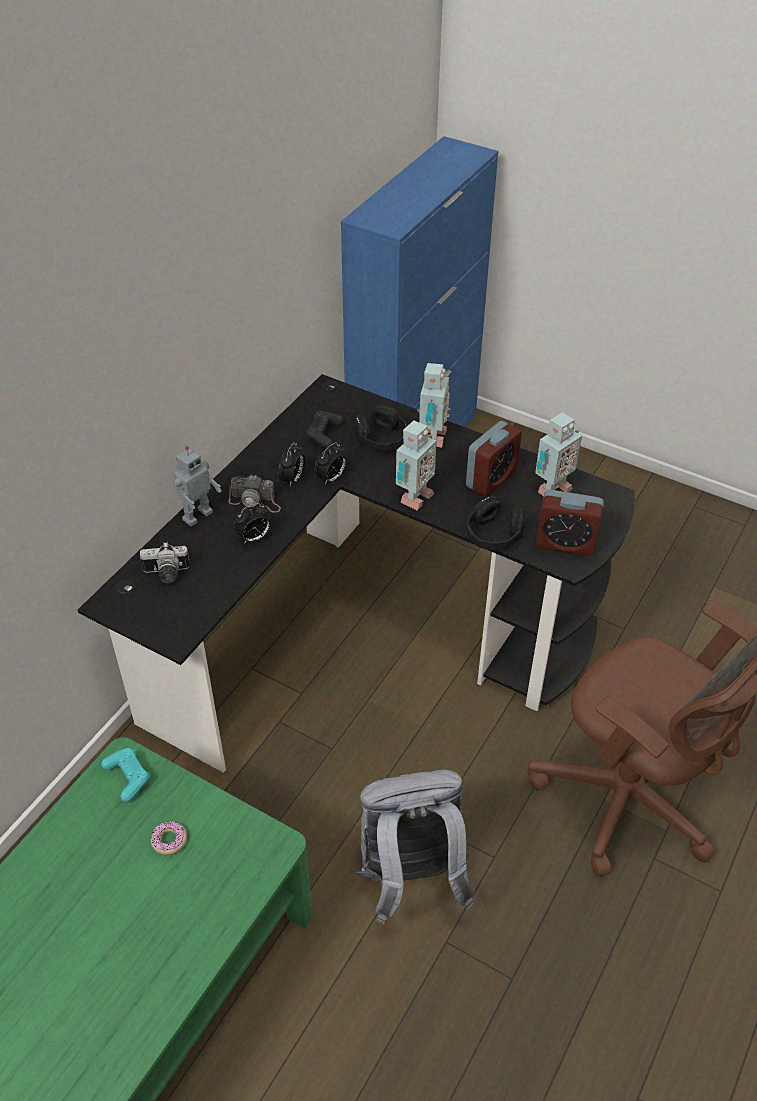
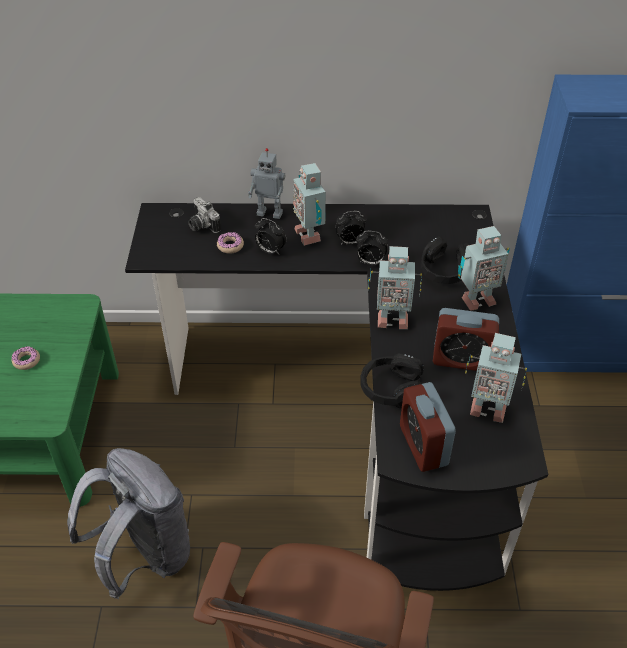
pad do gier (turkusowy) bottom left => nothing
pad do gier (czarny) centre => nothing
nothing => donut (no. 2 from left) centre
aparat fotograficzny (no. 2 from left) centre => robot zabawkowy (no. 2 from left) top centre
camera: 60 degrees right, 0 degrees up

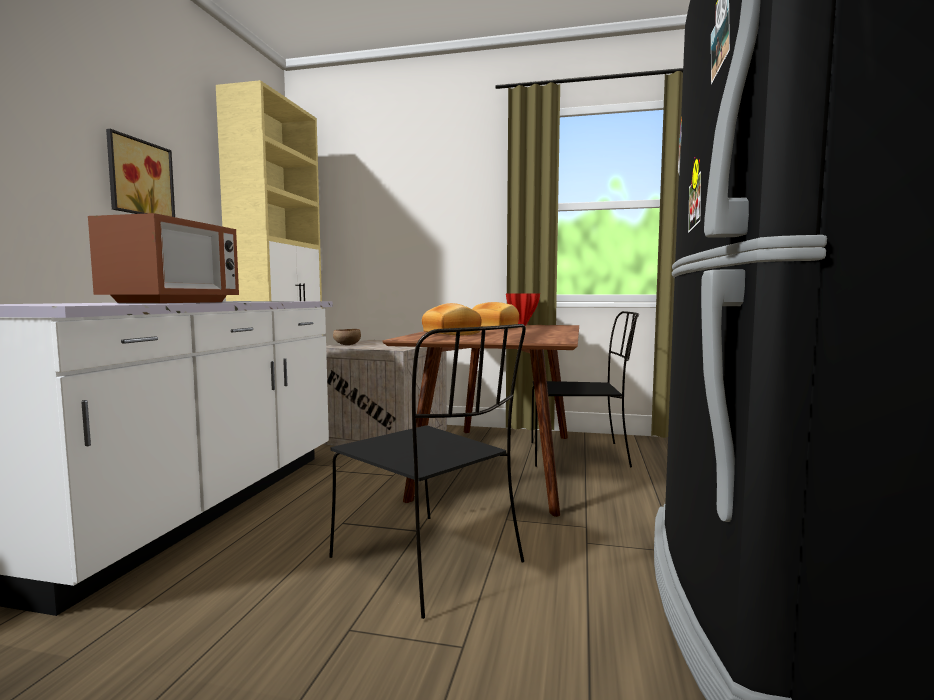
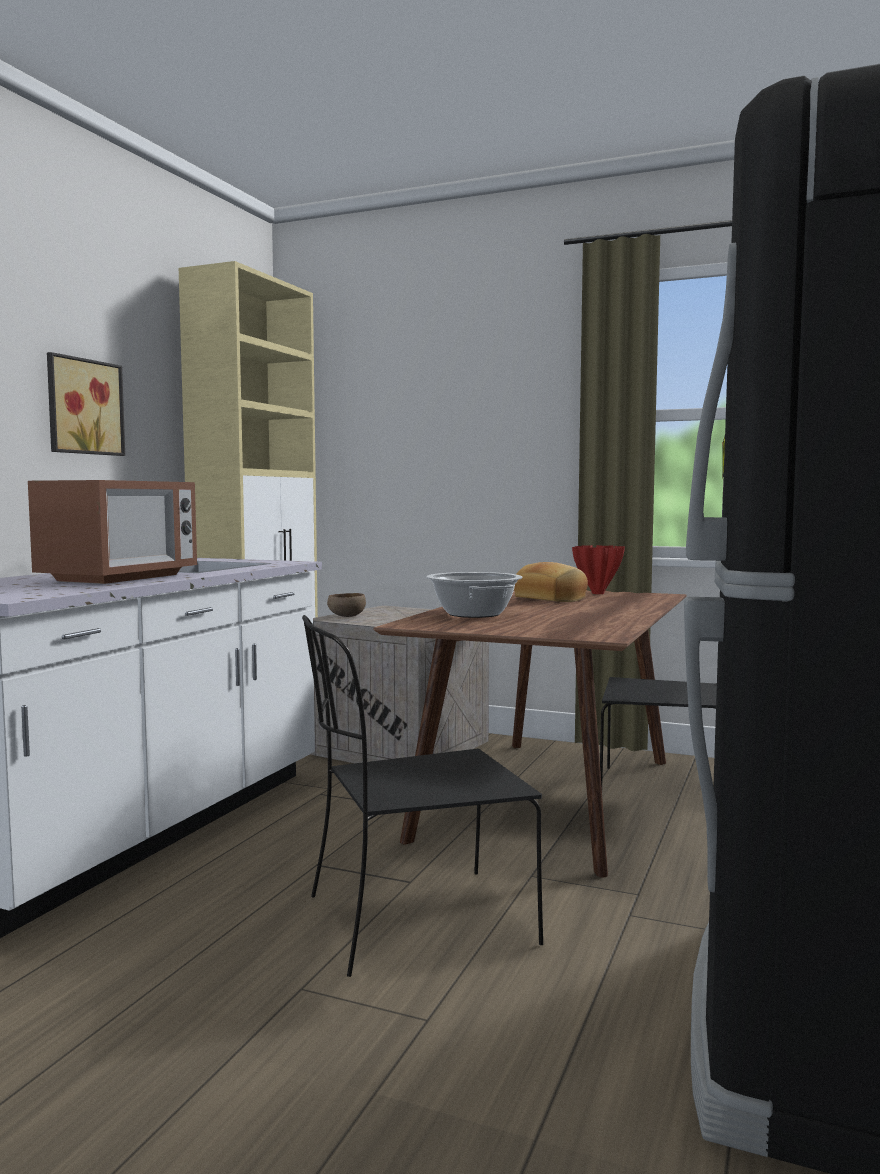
chleb (no. 1 from left) centre => garnek centre
krzesło (czarny) (no. 1 from left) bottom centre, 105 degrees clockwise
camera: 10 degrees right, 0 degrees up

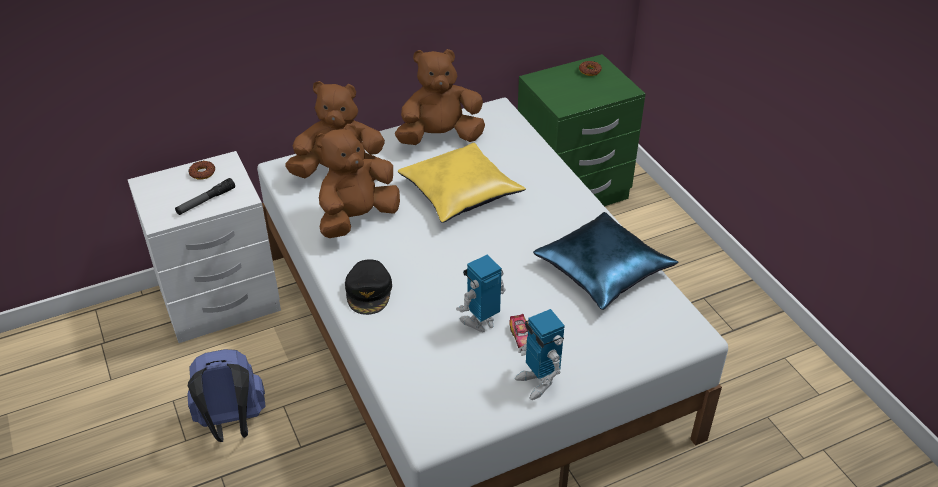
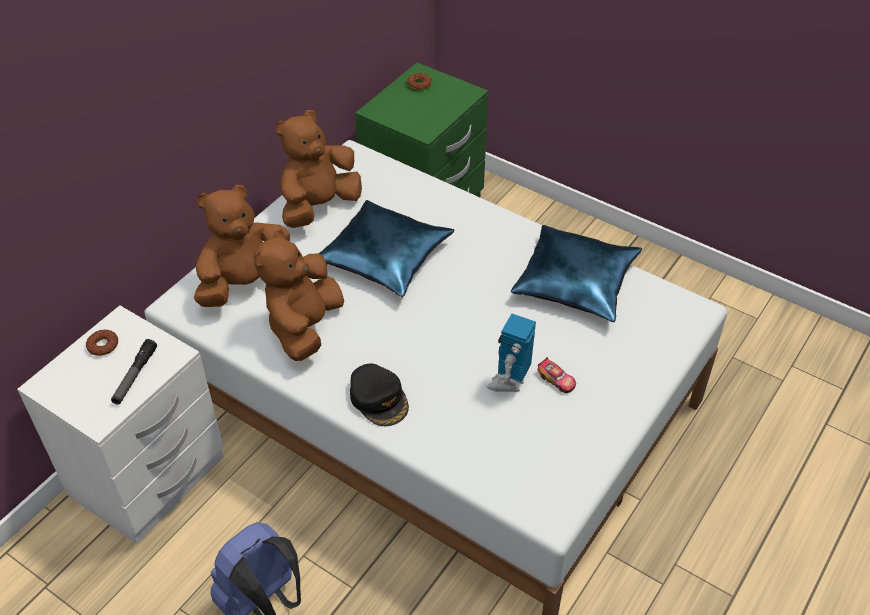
robot zabawkowy (no. 2 from left) bottom centre => nothing
poduszka (żółty) centre => poduszka (niebieski) (no. 1 from left) centre
camera: 30 degrees left, 5 degrees up

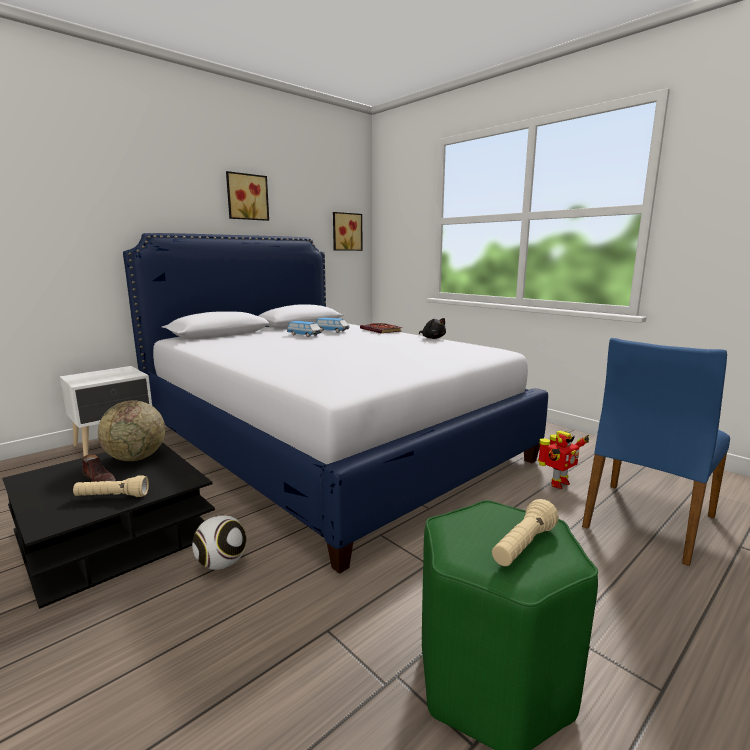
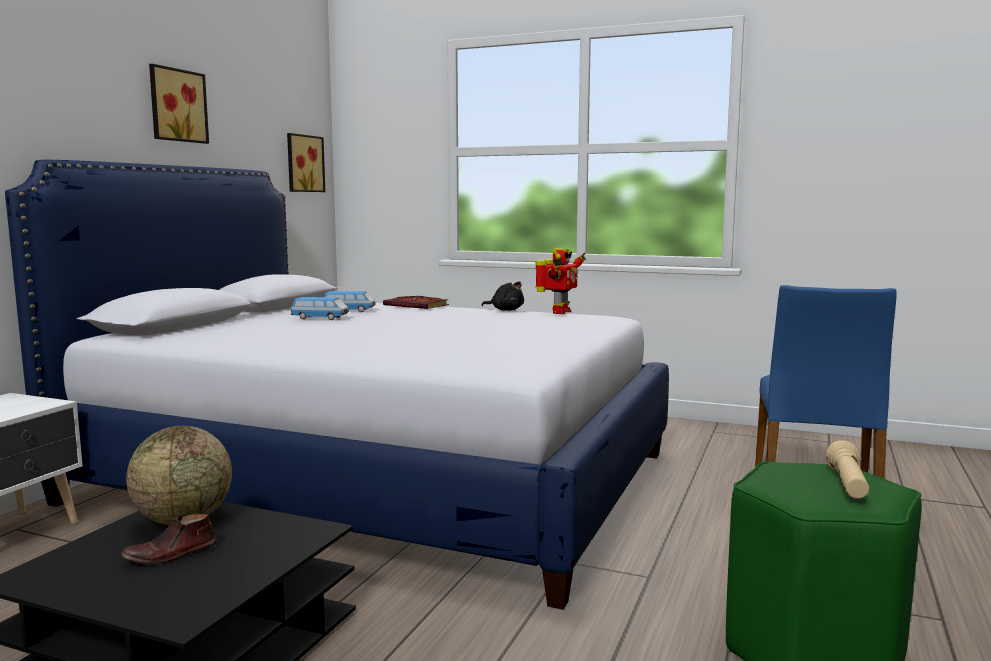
latarka (beżowy) (no. 1 from left) middle left => nothing
piłka futbolowa bottom left => nothing
robot zabawkowy middle right => robot zabawkowy centre, shifted
but (brązowy) middle left => but (brązowy) bottom left, 135 degrees clockwise
camera: 25 degrees left, 5 degrees down

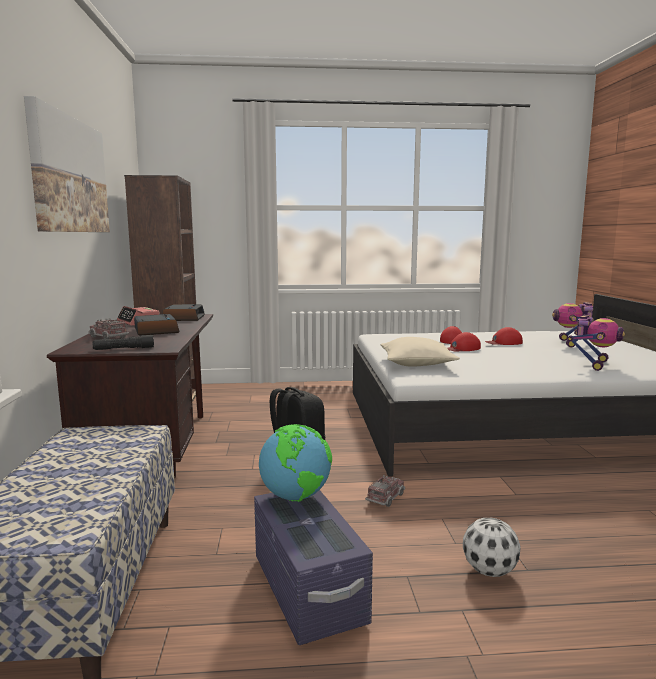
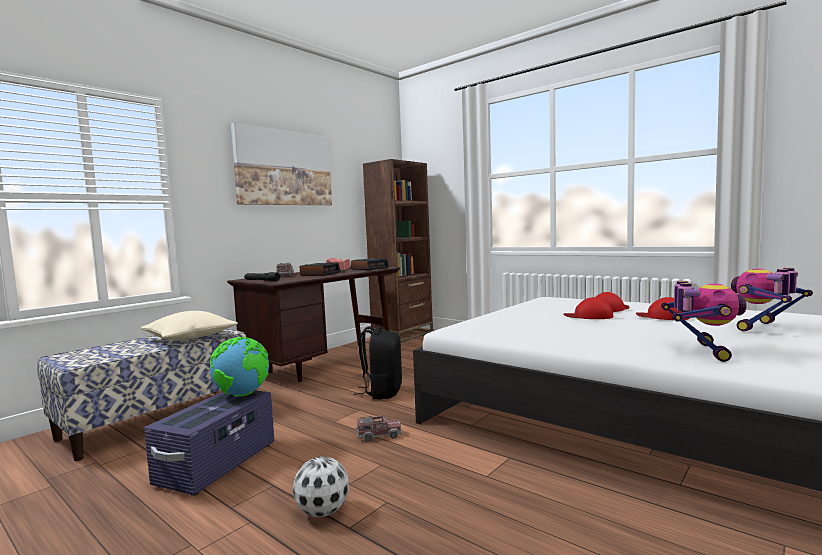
poduszka (beżowy) centre => poduszka (beżowy) middle left, shifted
robot zabawkowy (no. 2 from left in the first image) middle right => robot zabawkowy (no. 1 from left) middle right, 60 degrees counterclockwise
camera: 45 degrees right, 5 degrees down

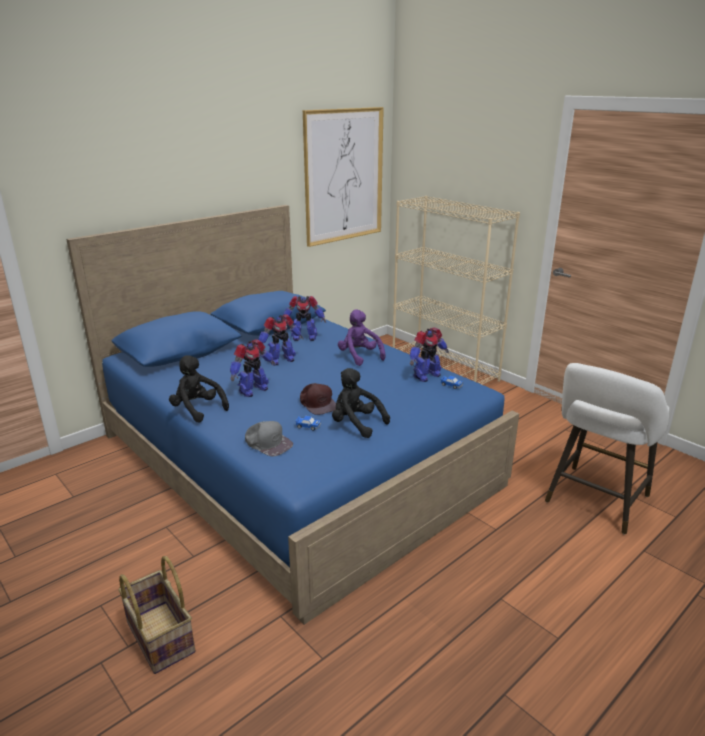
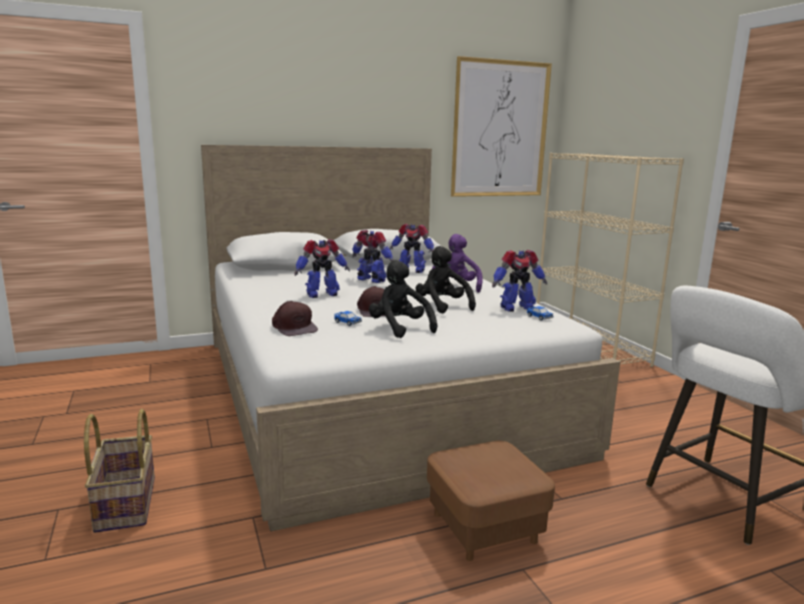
nothing => pufa (brązowy) bottom centre
pluszak (czarny) (no. 1 from left in the first image) middle left => pluszak (czarny) (no. 2 from left) centre, shifted
łóżko (niebieski) centre => łóżko (biały) centre
czapka z daszkiem (szary) centre => czapka z daszkiem (brązowy) (no. 1 from left) centre
robot zabawkowy (no. 2 from left) centre, 135 degrees counterclockwise
camera: 20 degrees right, 10 degrees down

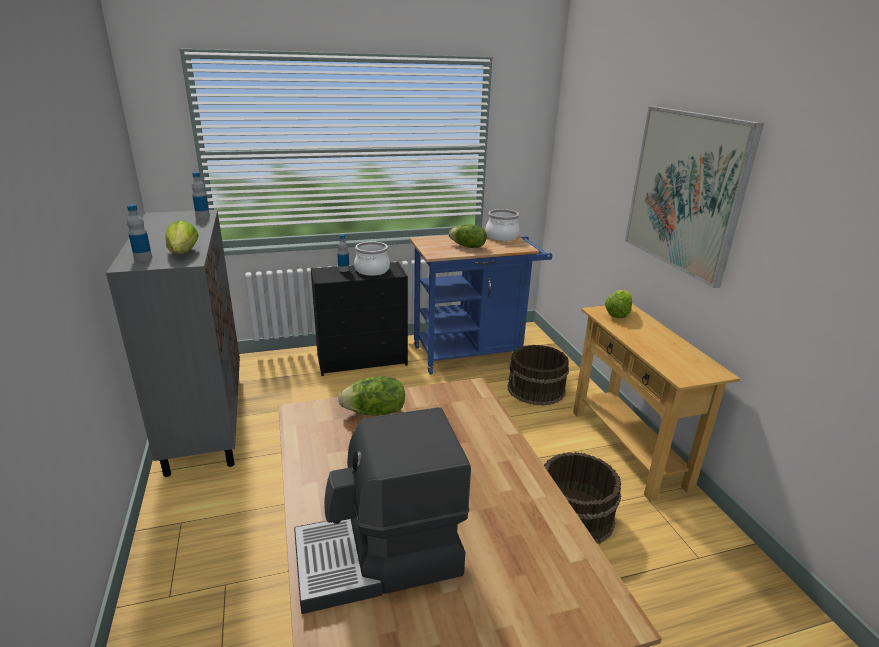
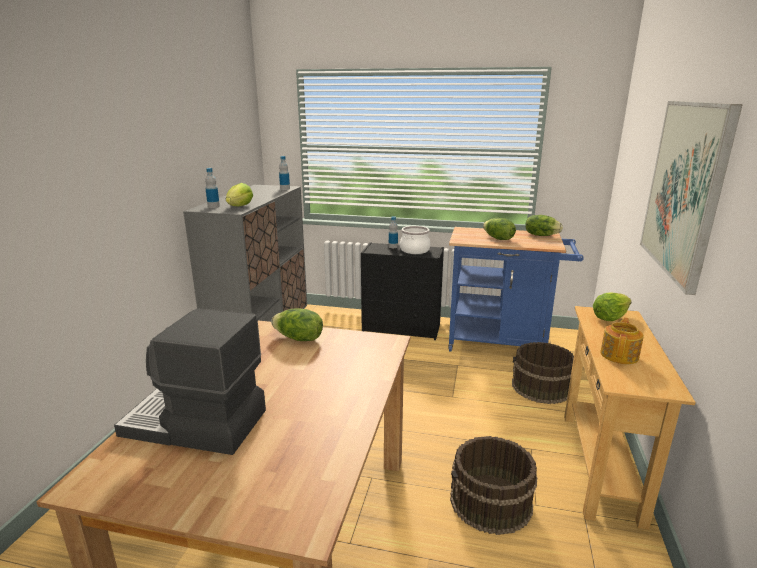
nothing => imbryk middle right
garnek (no. 2 from left) centre => sałata (no. 4 from left) middle right
camera: 30 degrees right, 5 degrees down

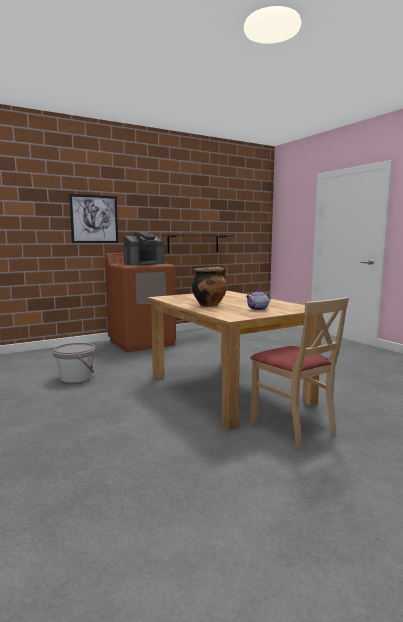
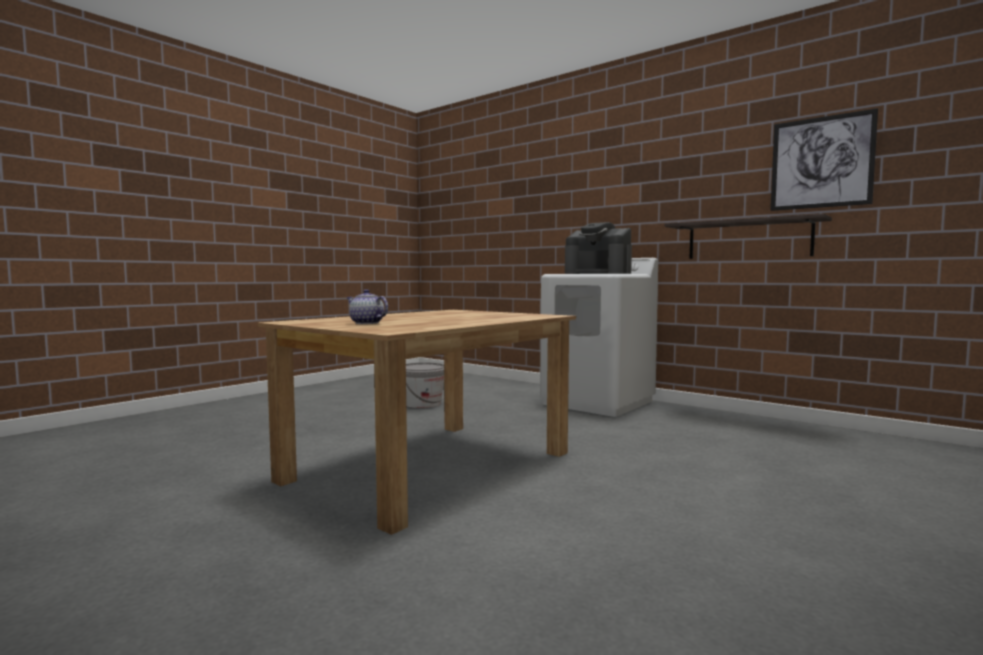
garnek centre => nothing
krzesło (beżowy) middle right => nothing
obraz middle left => obraz top right, shifted
pralka (brązowy) centre => pralka (biały) centre
camera: 70 degrees right, 5 degrees down

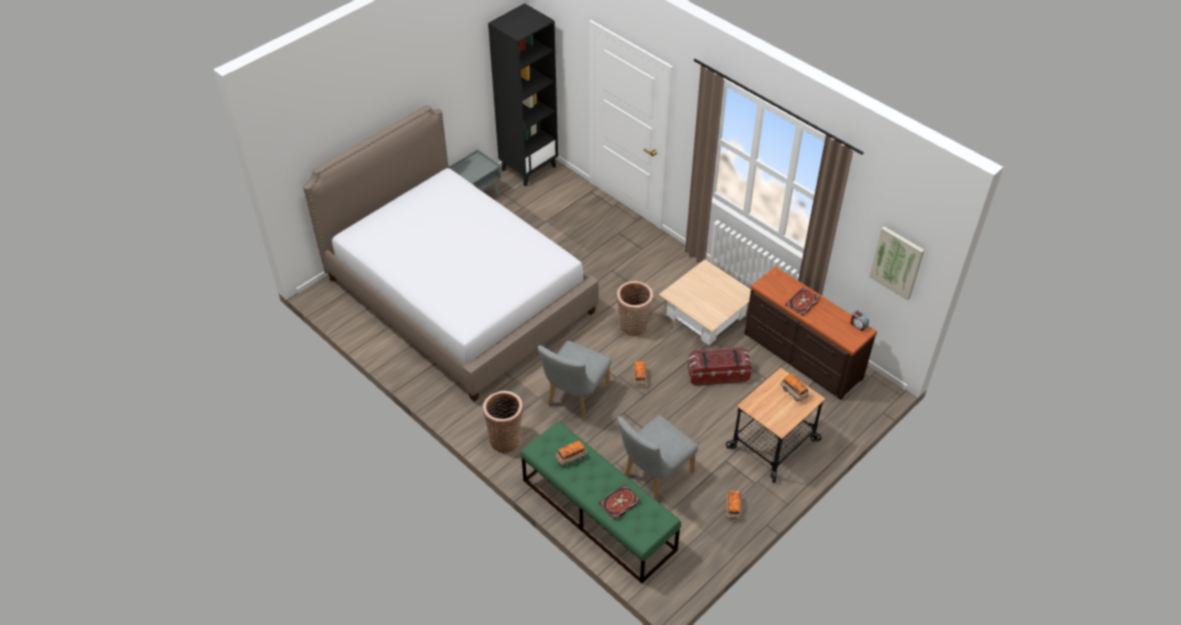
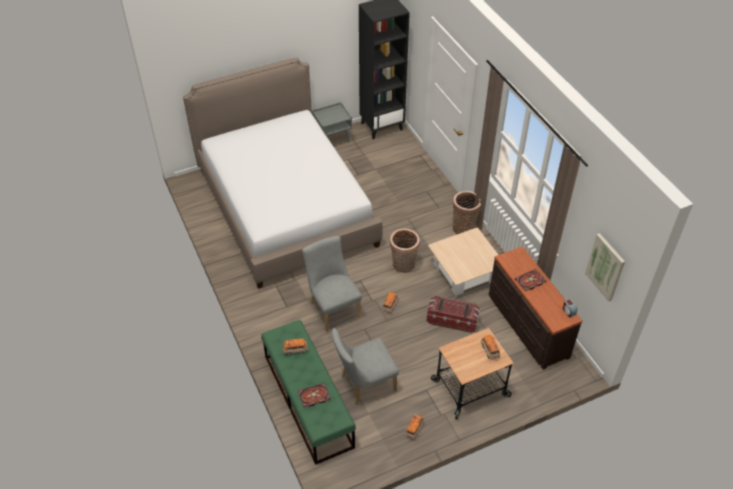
koszyk (no. 1 from left in the first image) bottom centre => koszyk (no. 2 from left) centre, shifted
krzesło (szary) (no. 1 from left) centre, 105 degrees clockwise
camera: 20 degrees right, 0 degrees up

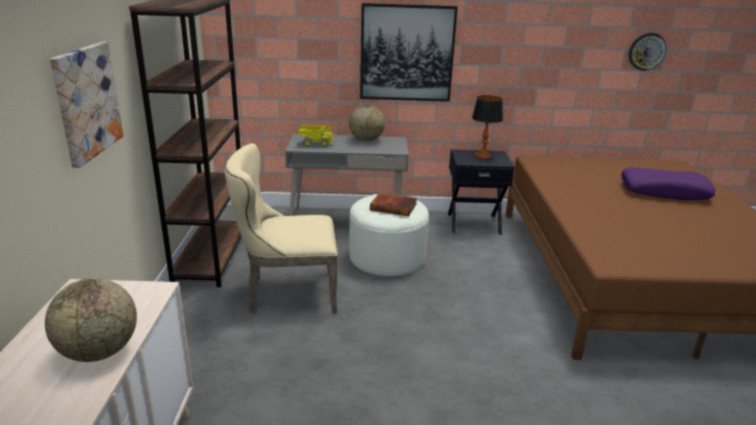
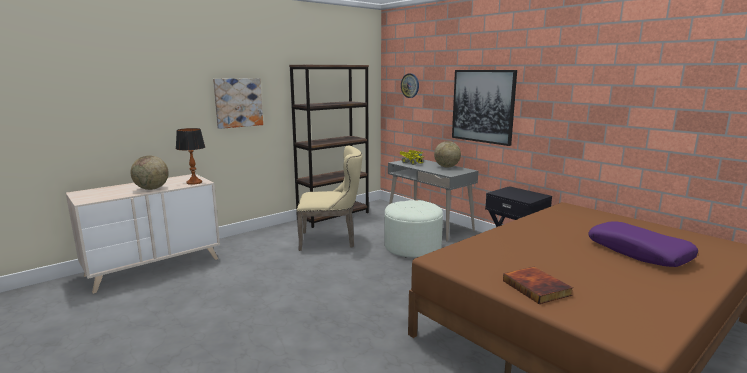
książka centre => książka bottom right, shifted
lampa stołowa top centre => lampa stołowa middle left, shifted
zegar ścienny top right => zegar ścienny top centre, shifted
krzesło (beżowy) centre, 135 degrees clockwise
camera: 50 degrees right, 10 degrees down

